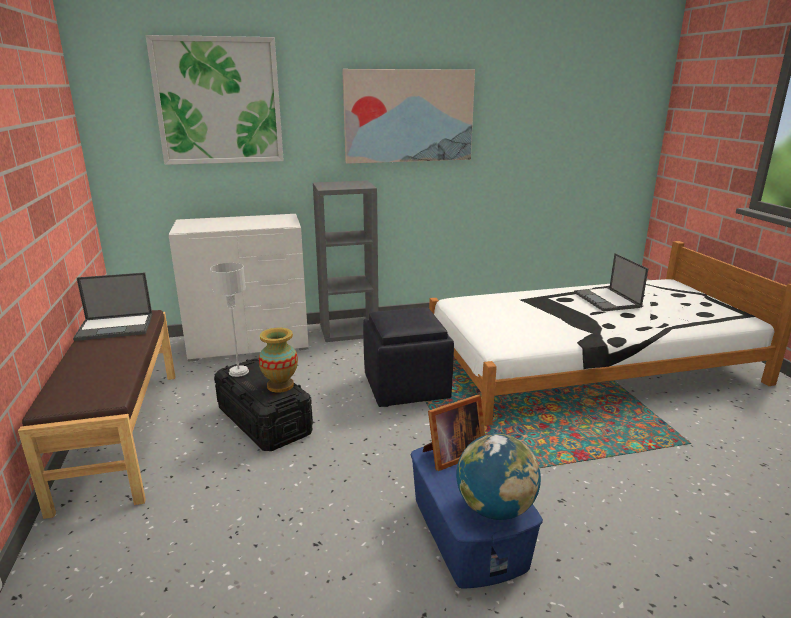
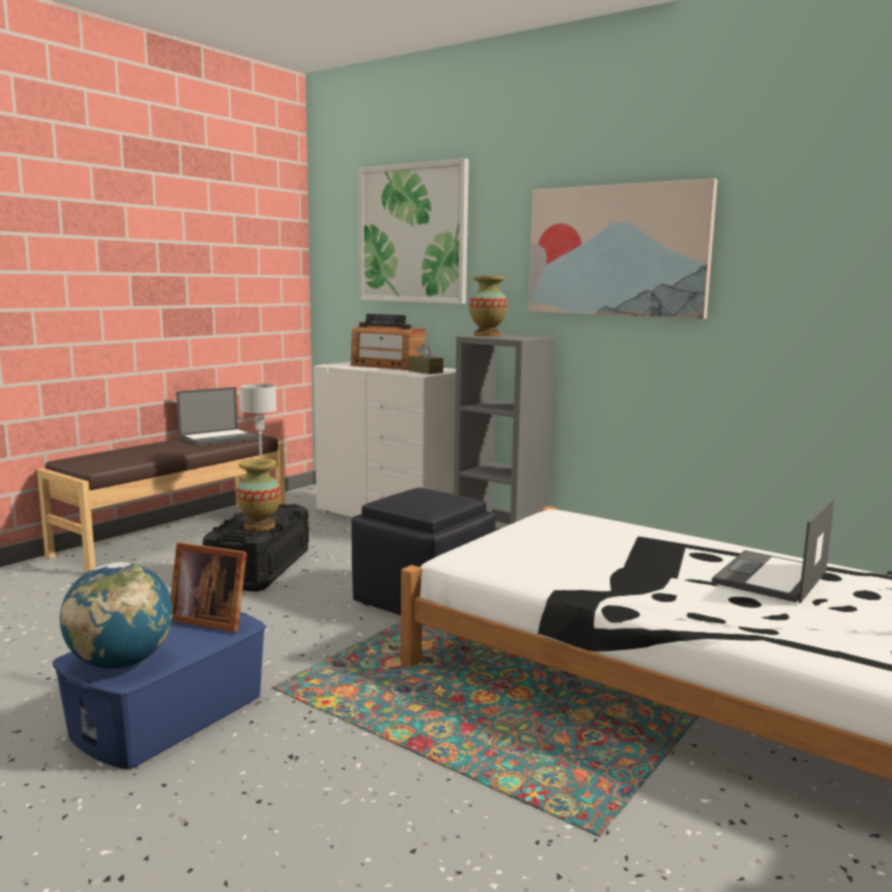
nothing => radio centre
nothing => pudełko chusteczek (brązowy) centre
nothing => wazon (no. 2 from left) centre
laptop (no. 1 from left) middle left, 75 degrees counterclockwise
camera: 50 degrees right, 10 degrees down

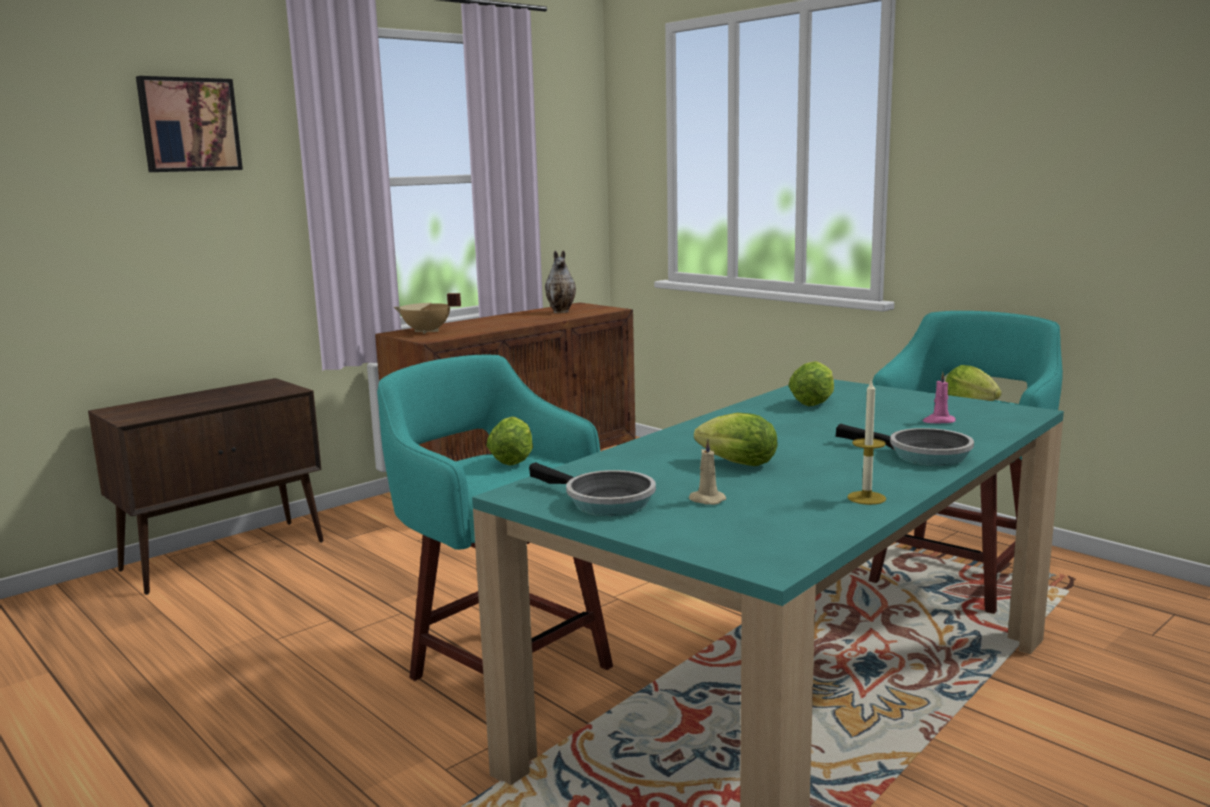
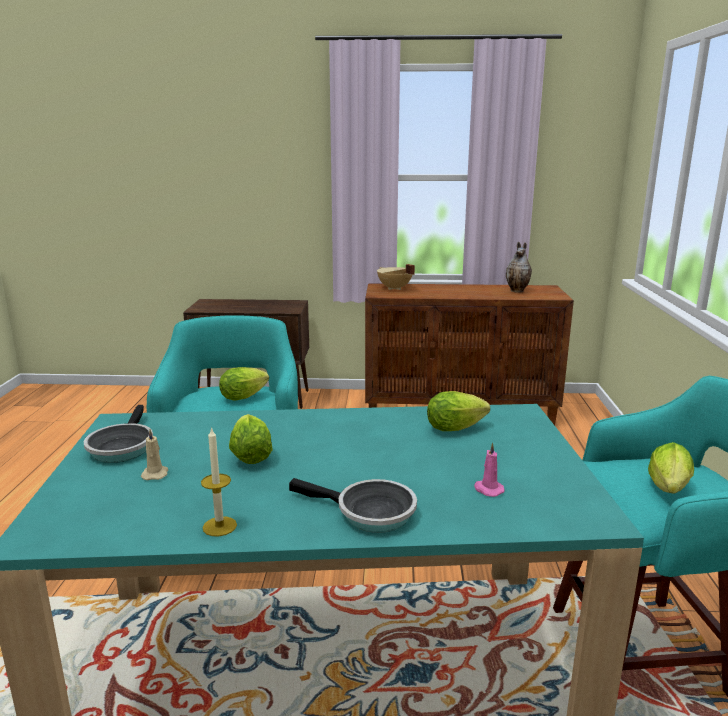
obraz top left => nothing
patelnia (no. 2 from left) middle right => patelnia (no. 2 from left) bottom centre, 60 degrees counterclockwise
camera: 45 degrees right, 5 degrees up

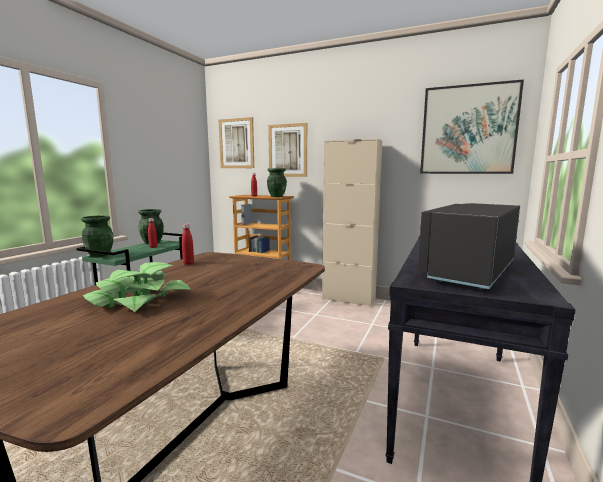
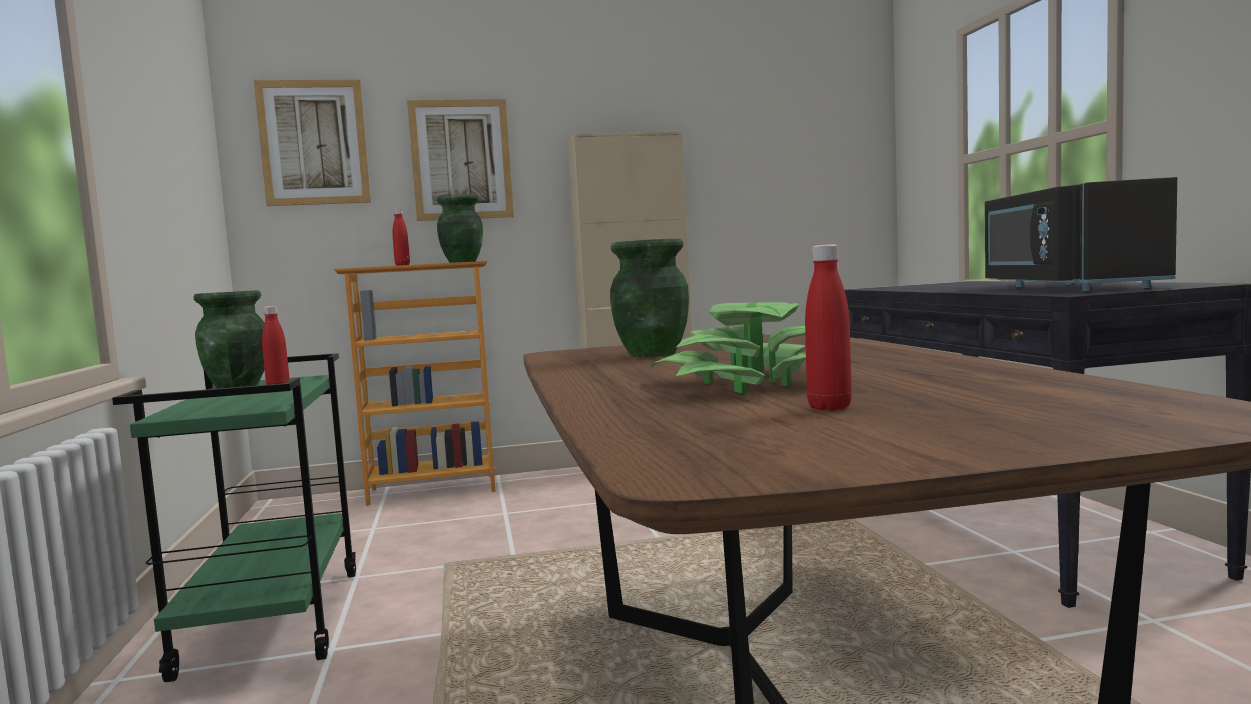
obraz (no. 3 from left) top right => nothing
wazon (zielony) (no. 1 from left in the first image) middle left => wazon (zielony) (no. 3 from left) centre, shifted
butelka (czerwony) (no. 2 from left in the first image) middle left => butelka (czerwony) (no. 3 from left) centre, shifted
camera: 35 degrees left, 5 degrees down

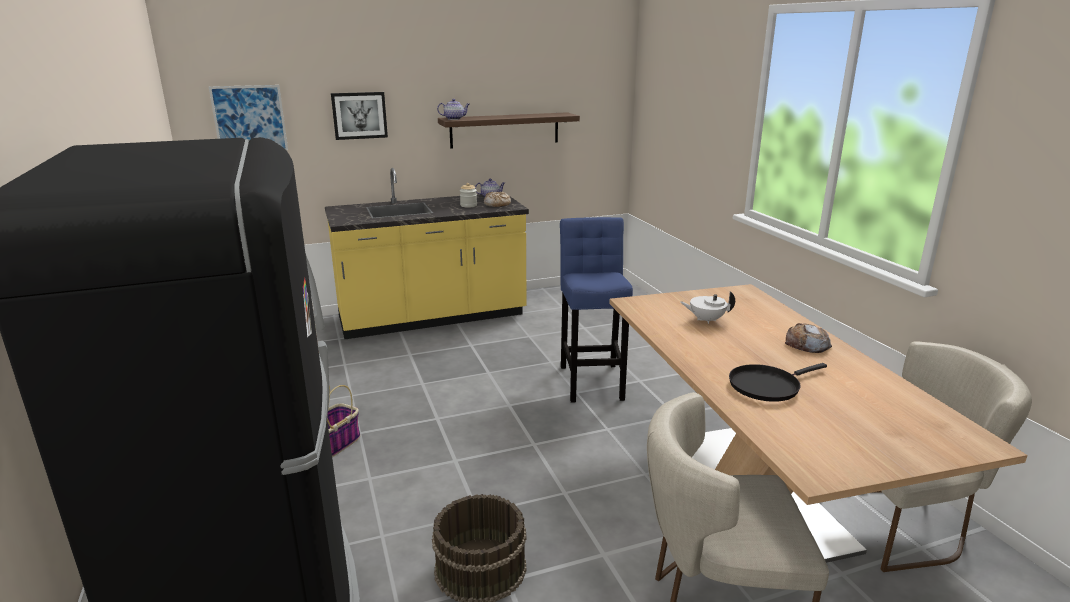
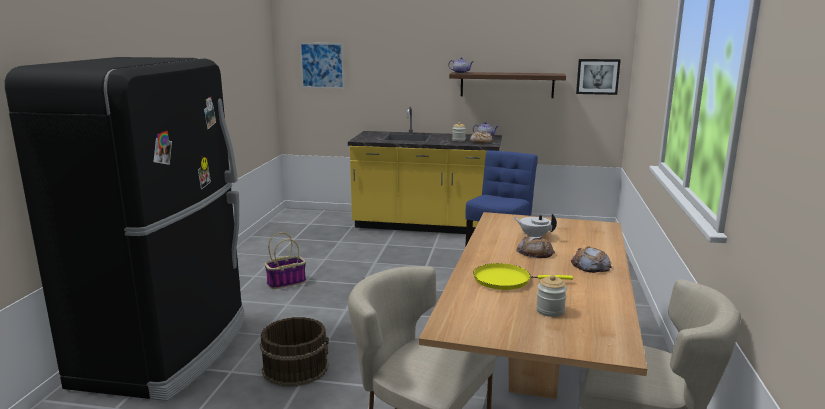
nothing => chleb (no. 2 from left) centre
nothing => słoik (no. 2 from left) bottom right
obraz (no. 2 from left) top centre => obraz (no. 2 from left) top right, shifted
patelnia (czarny) middle right => patelnia (żółty) bottom centre
camera: 30 degrees right, 5 degrees down

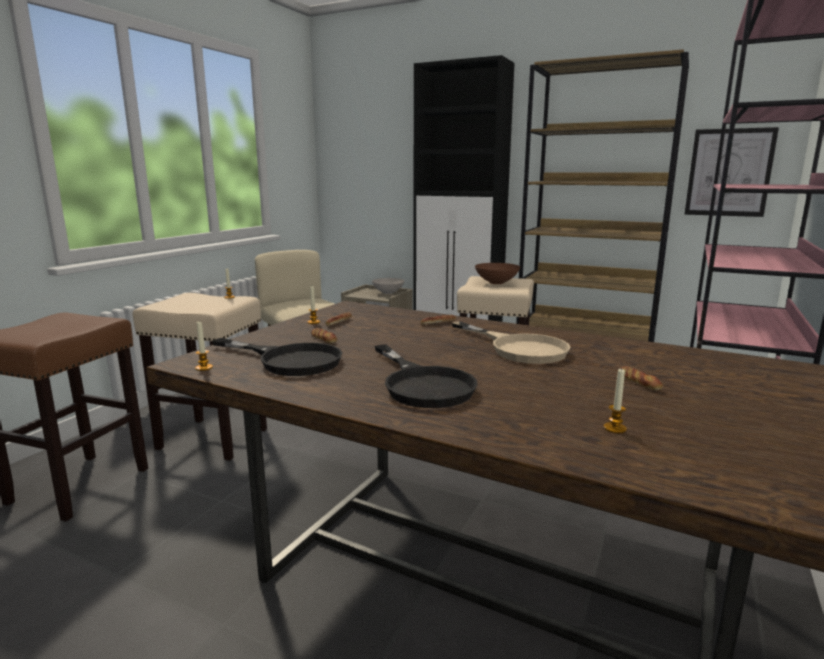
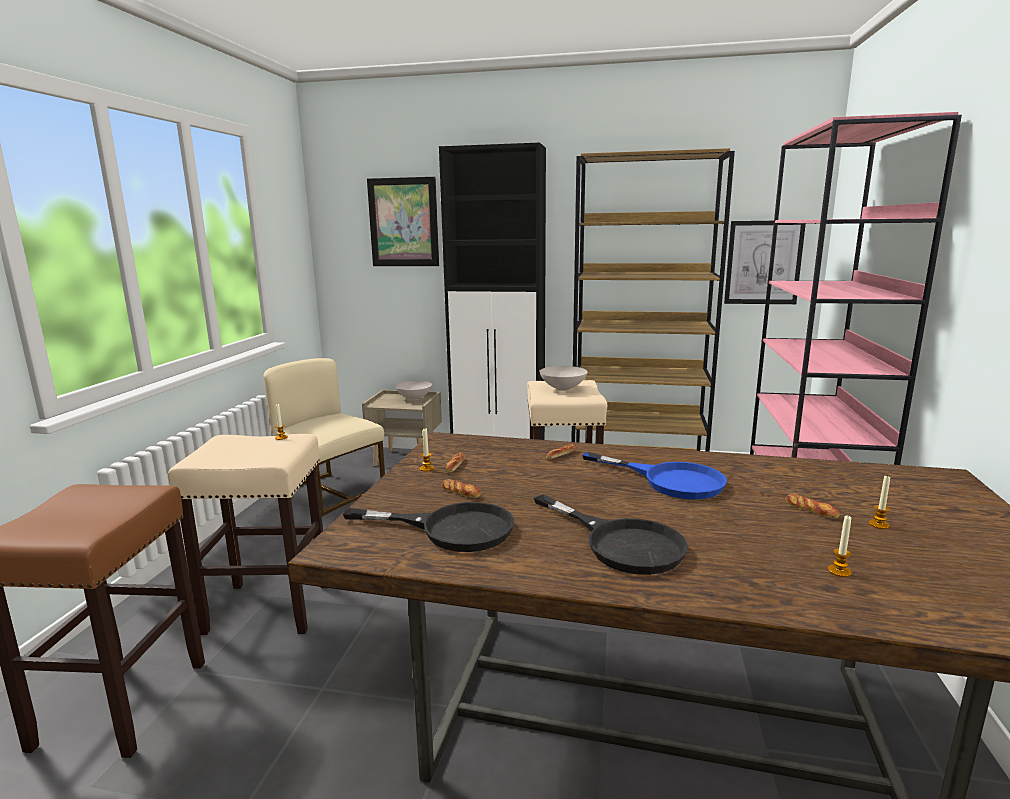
nothing => obraz (no. 1 from left) top centre
świeca (no. 1 from left in the first image) middle left => świeca (no. 4 from left) middle right, shifted
patelnia (beżowy) centre => patelnia (niebieski) centre
miska (brązowy) centre => miska (biały) (no. 2 from left) centre
camera: 15 degrees left, 0 degrees up

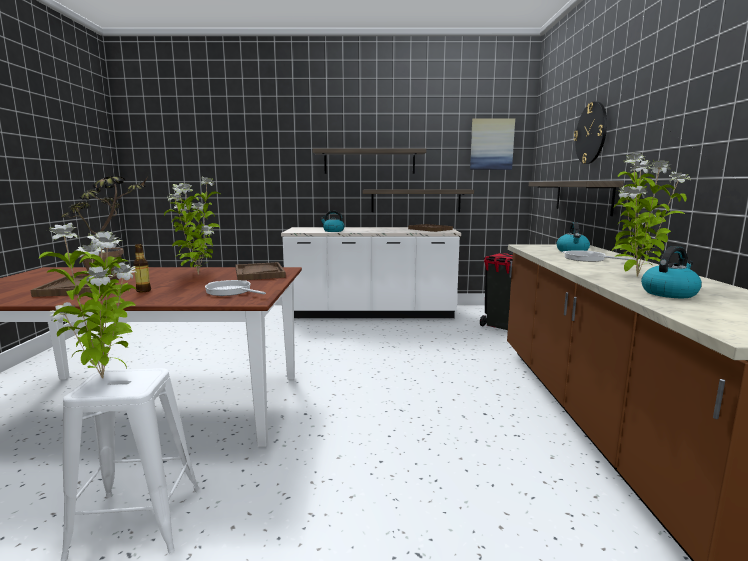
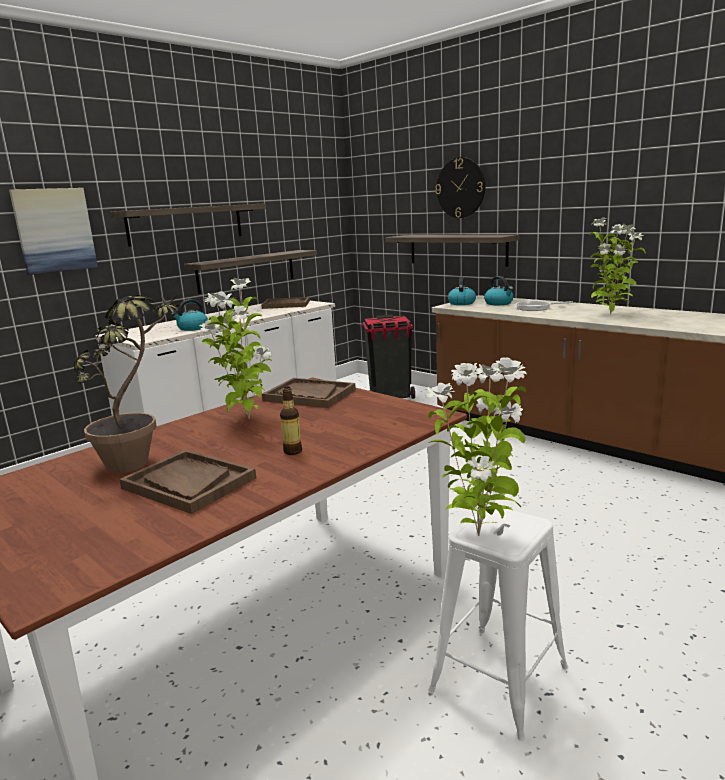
patelnia (no. 1 from left) middle left => nothing
obraz top centre => obraz top left, shifted
czajnik (no. 3 from left in the first image) middle right => czajnik (no. 2 from left) centre, shifted
camera: 45 degrees left, 5 degrees up

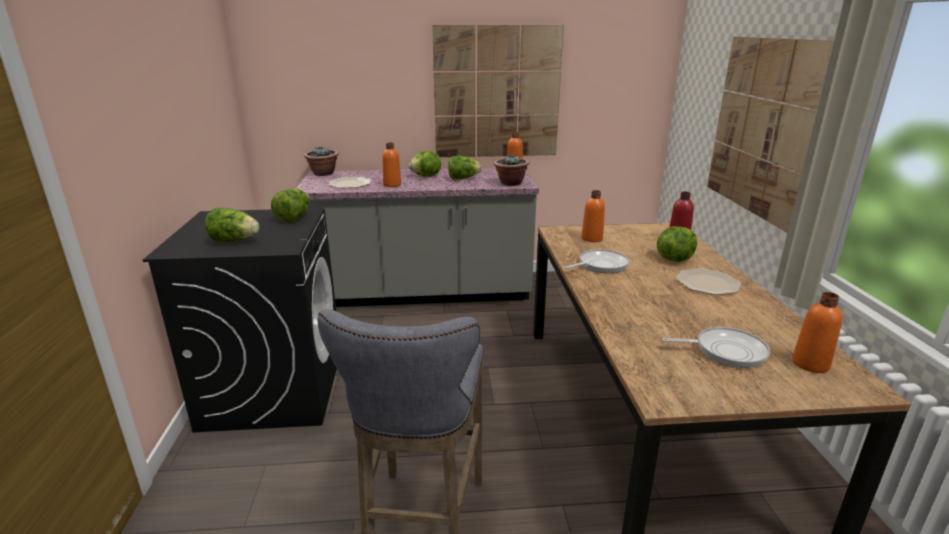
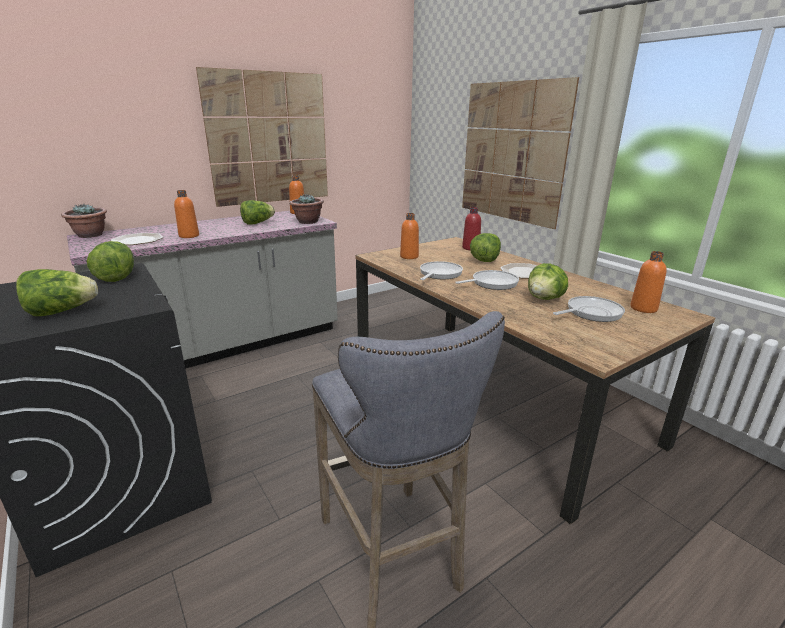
nothing => patelnia (no. 2 from left) centre
sałata (no. 3 from left in the first image) top centre => sałata (no. 5 from left) middle right, shifted
camera: 30 degrees left, 0 degrees up

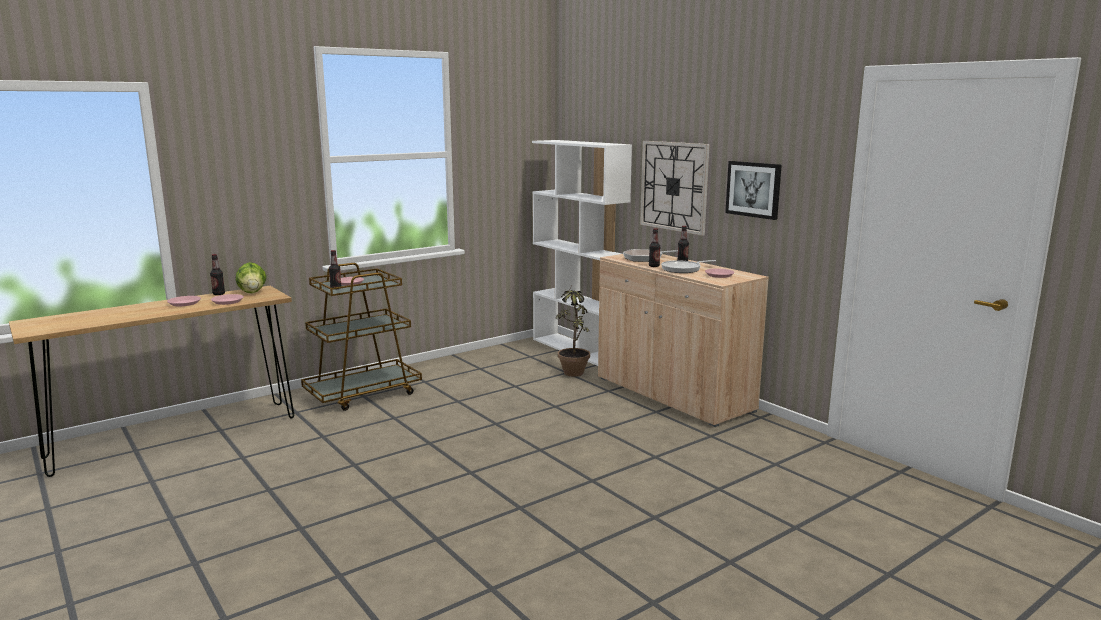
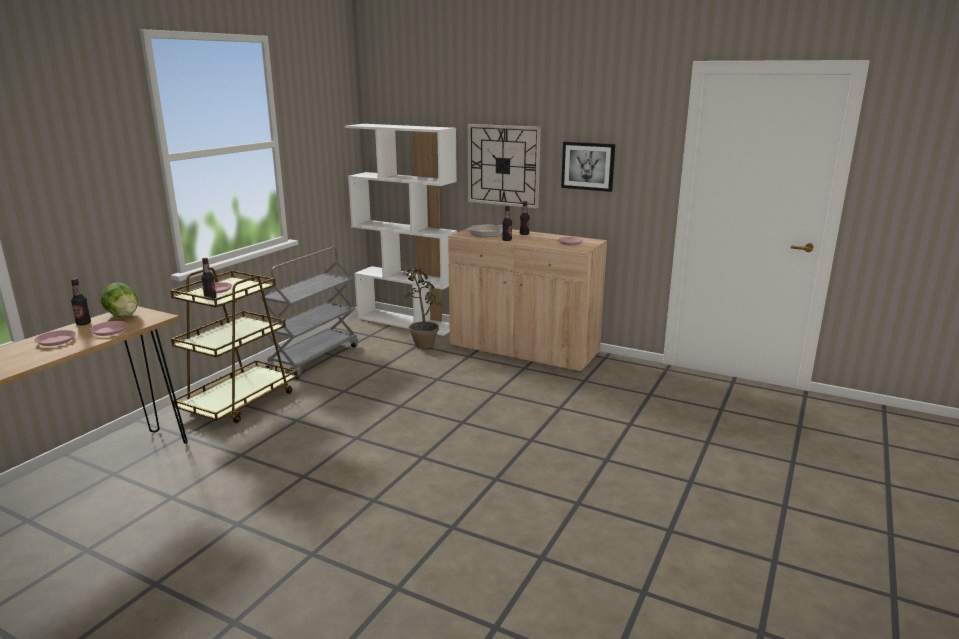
patelnia (no. 2 from left) centre => nothing
nothing => wózek (szary) middle left
camera: 25 degrees left, 5 degrees up

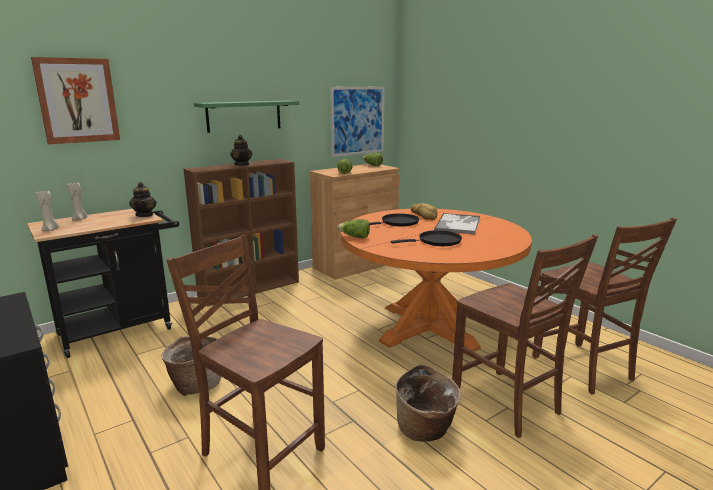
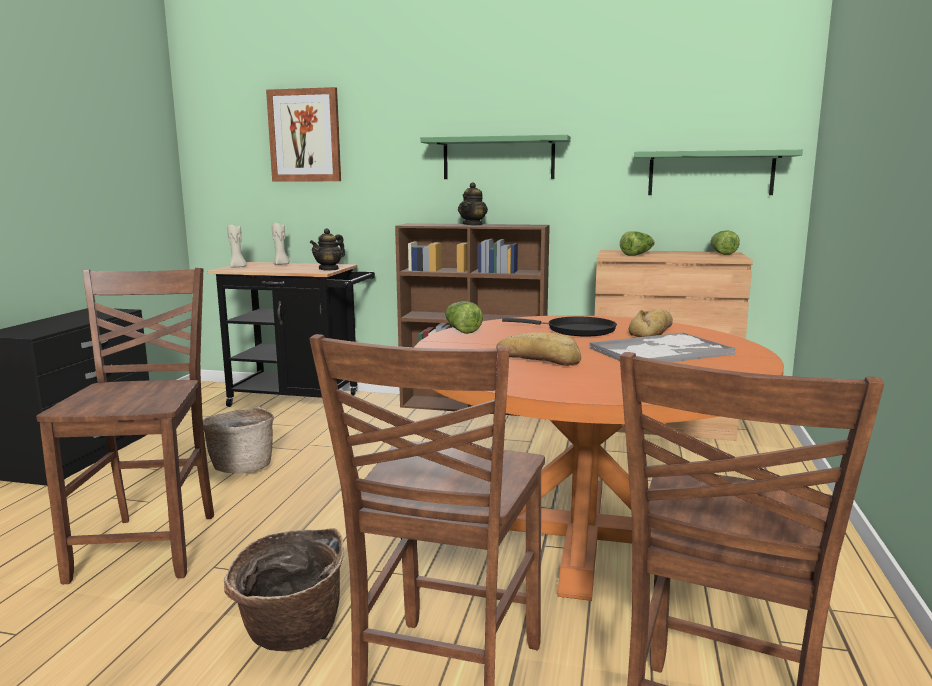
obraz (no. 2 from left) top centre => półka (zielony) (no. 2 from left) top right
patelnia (czarny) (no. 2 from left) centre => chleb (no. 1 from left) centre
camera: 50 degrees right, 5 degrees down

